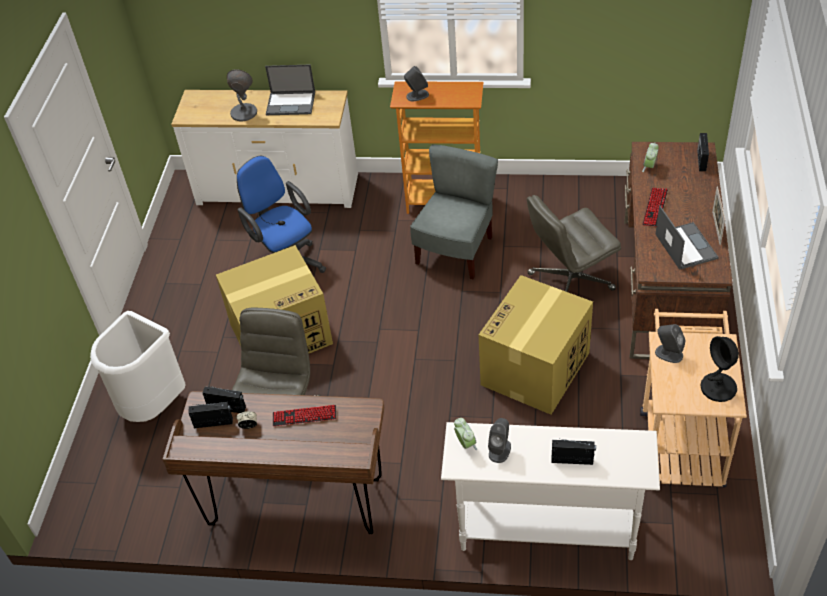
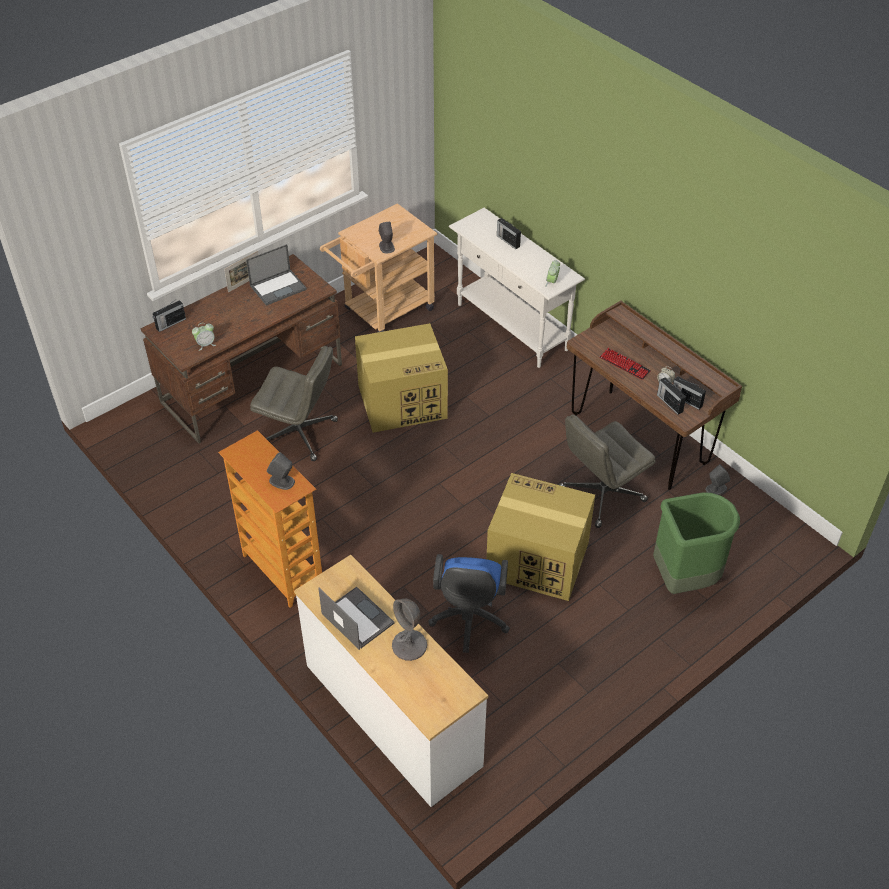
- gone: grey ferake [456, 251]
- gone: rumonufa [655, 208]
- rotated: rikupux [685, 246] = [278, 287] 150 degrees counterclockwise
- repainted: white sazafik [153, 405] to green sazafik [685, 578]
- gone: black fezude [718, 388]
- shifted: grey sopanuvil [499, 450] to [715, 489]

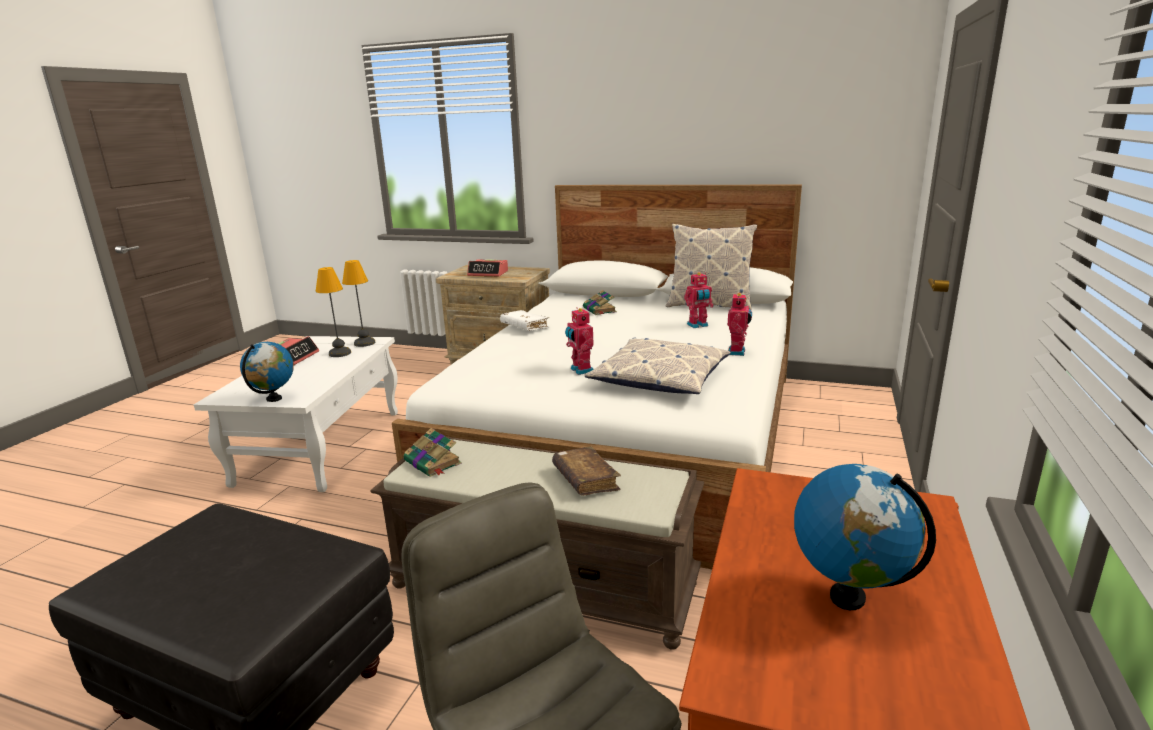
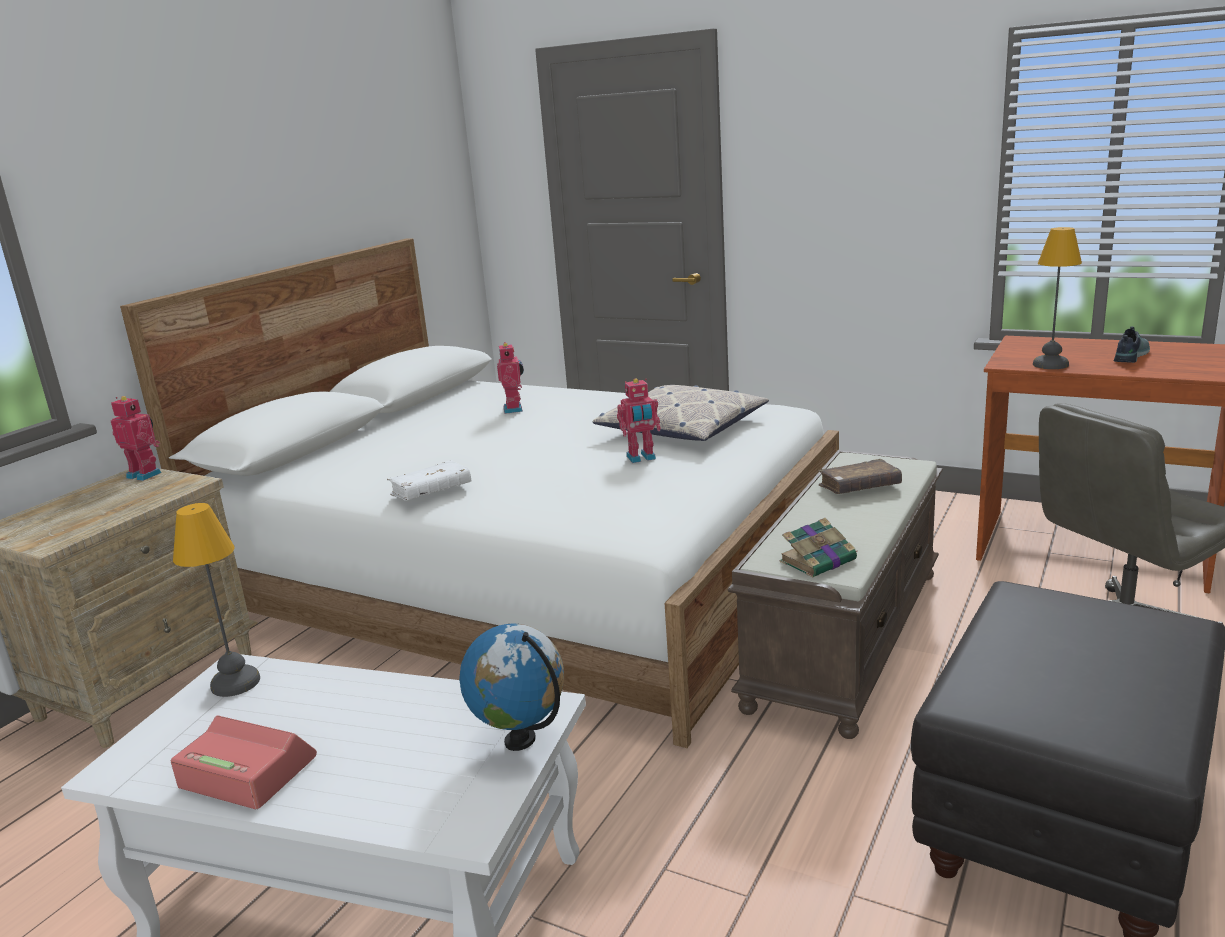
- gone: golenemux [709, 305]
- gone: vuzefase [488, 273]
- shifted: fezude [340, 353] to [1049, 364]
- gone: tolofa [600, 310]
- shifted: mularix [738, 352] to [146, 474]
- swapped: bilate [848, 597] to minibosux [1129, 356]

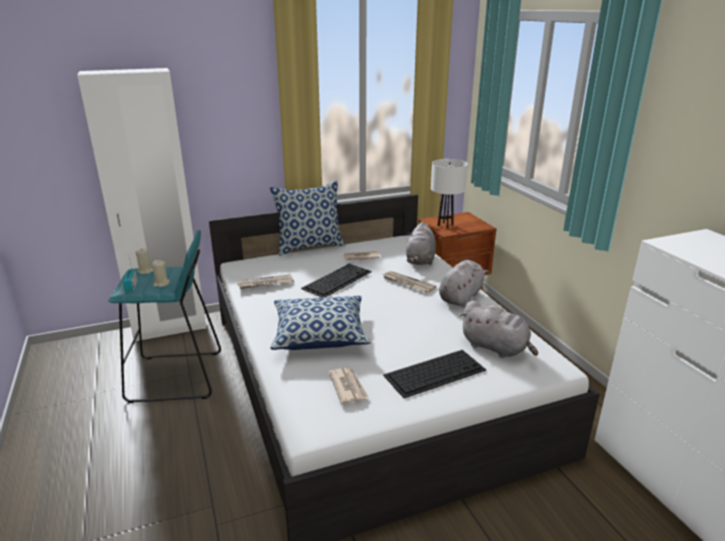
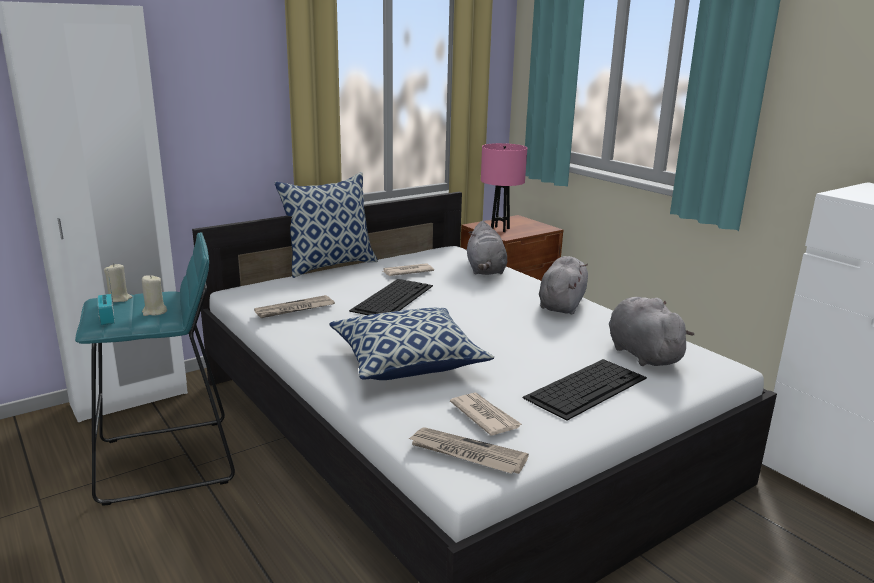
- repainted: white fezude [445, 225] to pink fezude [500, 229]
- shifted: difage [407, 283] to [466, 454]
- rotated: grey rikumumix [496, 348] = [641, 354] 135 degrees counterclockwise

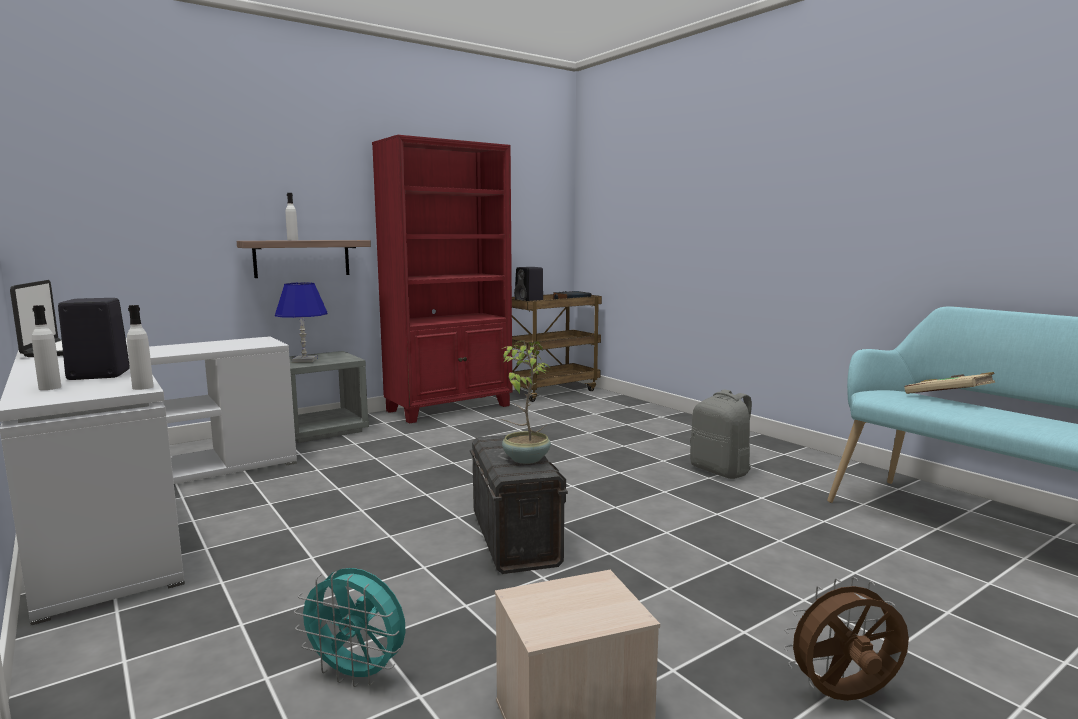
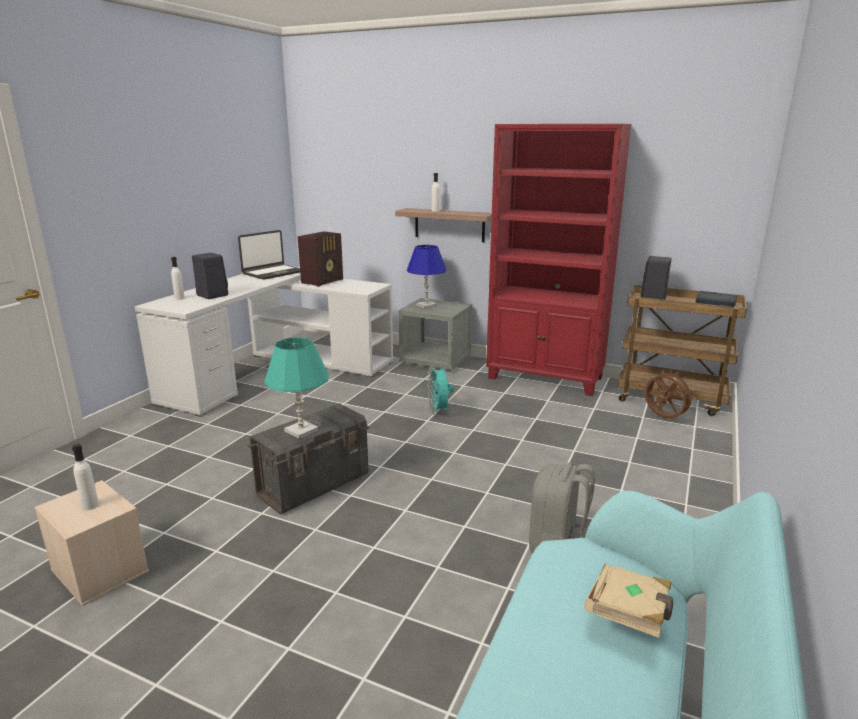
- shifted: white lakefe [143, 387] to [90, 505]
- swapped: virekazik [525, 459] to turquoise fezude [301, 431]
- shifted: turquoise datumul [357, 674] to [439, 411]
- shifted: brown datumul [845, 698] to [663, 418]
- new: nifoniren [323, 281]

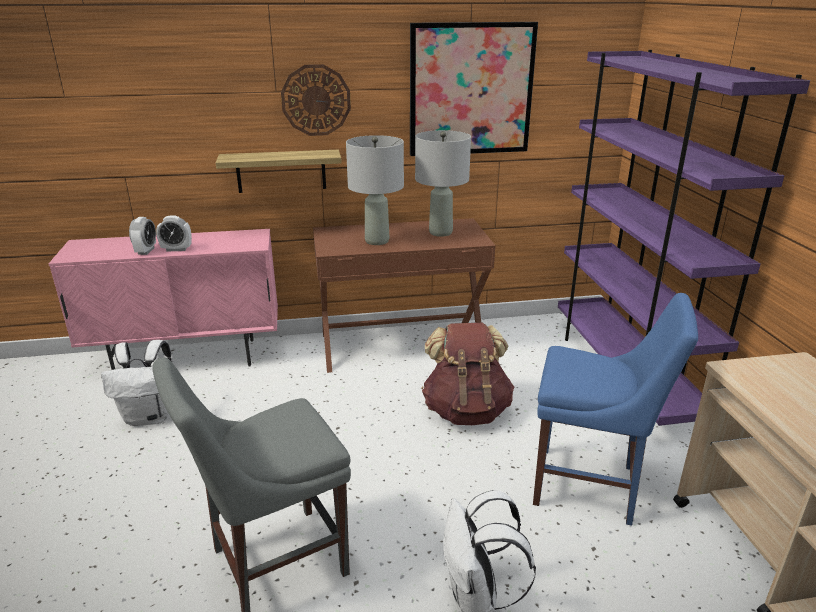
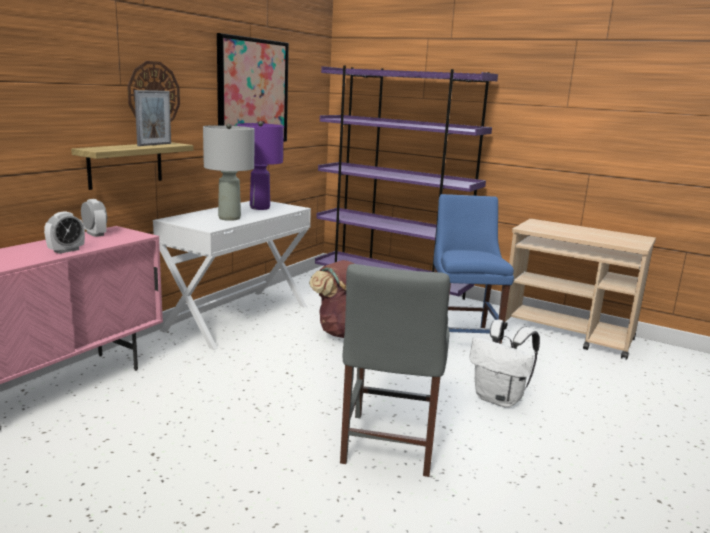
- repainted: grey fezude [441, 232] to purple fezude [260, 208]
- shifted: vuzefase [146, 251] to [95, 234]
- repainted: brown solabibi [401, 345] to white solabibi [237, 317]
- rotated: blue ferake [590, 486] = [462, 338] 60 degrees counterclockwise
- gone: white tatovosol [151, 416]
- new: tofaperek [154, 144]

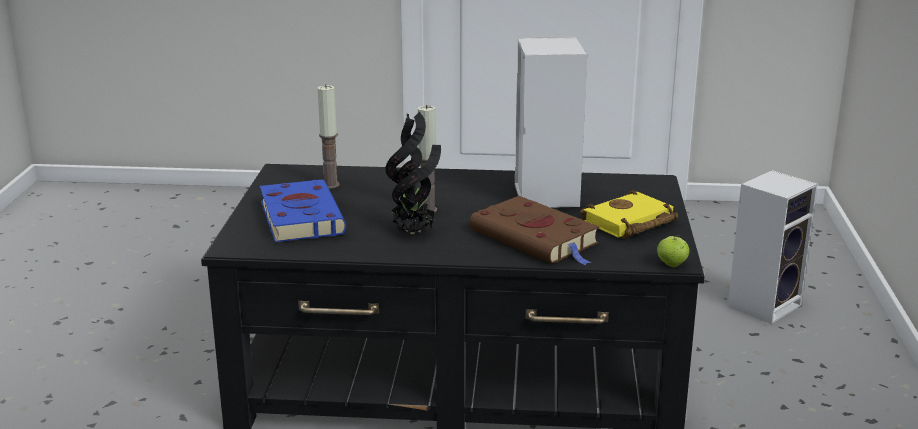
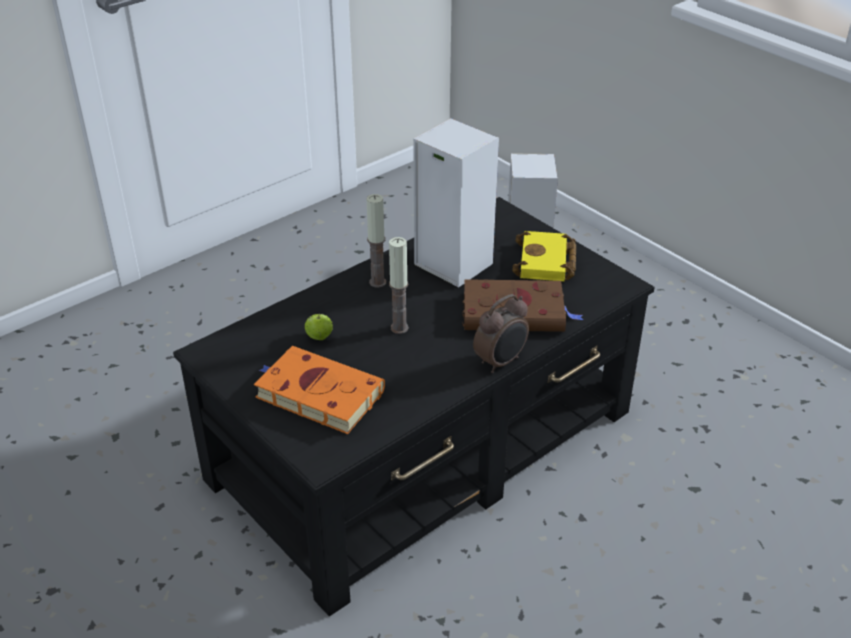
- shifted: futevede [330, 185] to [377, 282]
- gone: virekazik [414, 232]
- repainted: blue tolofa [300, 216] to orange tolofa [316, 394]
- shifted: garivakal [672, 265] to [319, 337]
- new: vuzefase [501, 362]

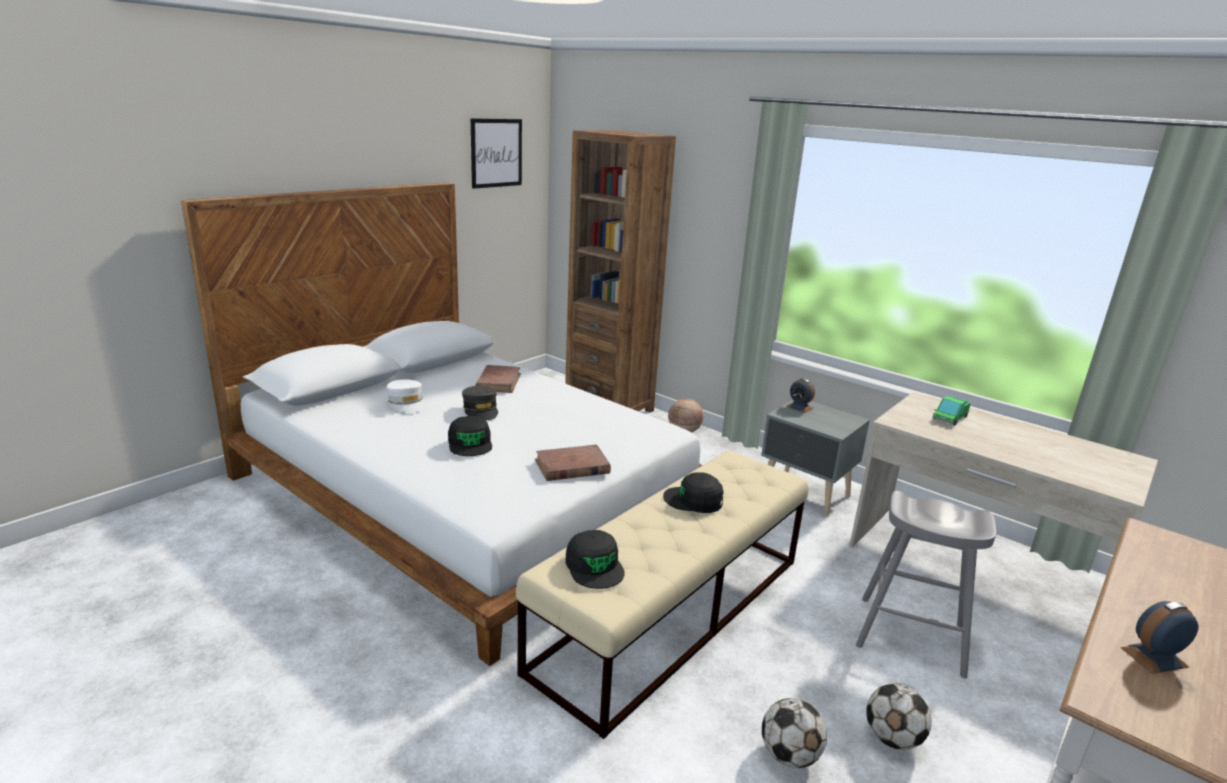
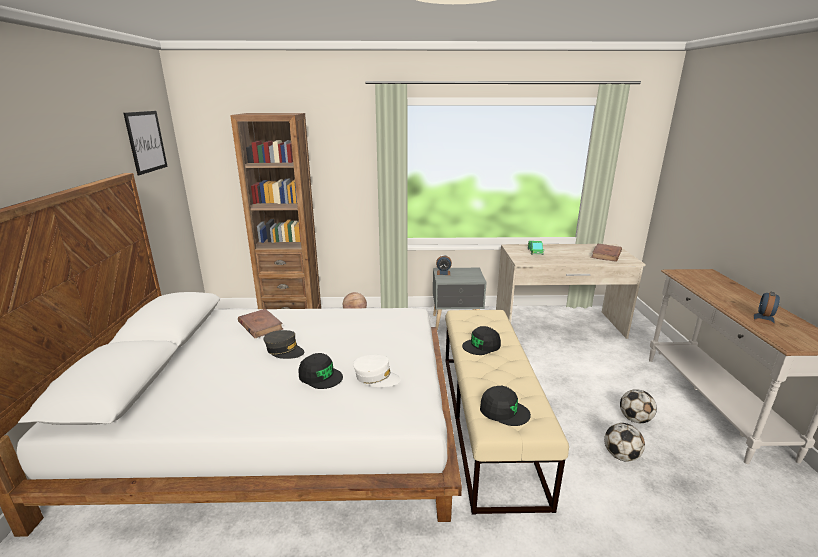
- shifted: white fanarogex [407, 403] to [376, 377]
- shifted: brown tolofa [572, 467] to [606, 255]
- gone: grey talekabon [911, 636]

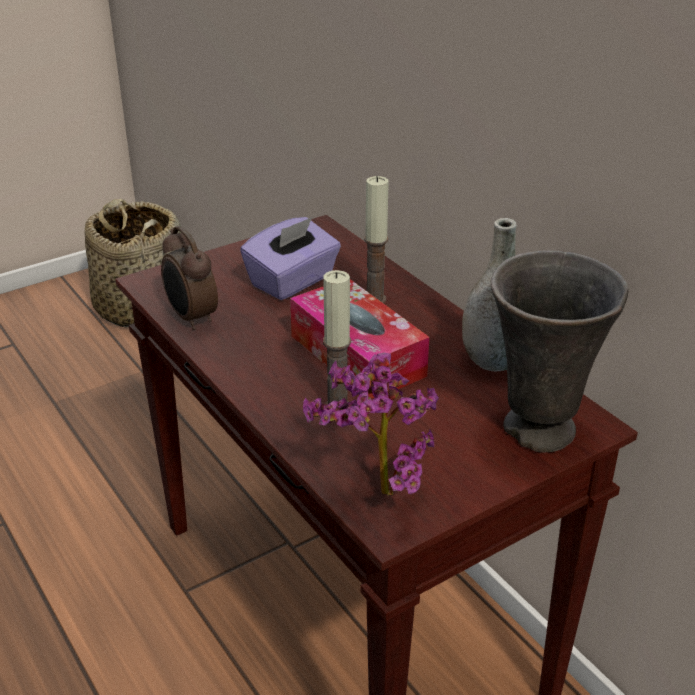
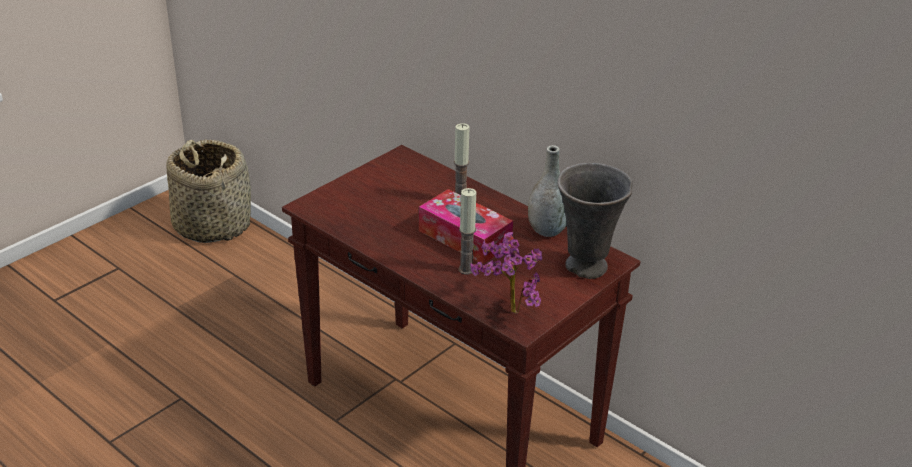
- gone: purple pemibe [293, 281]
- gone: vuzefase [191, 318]

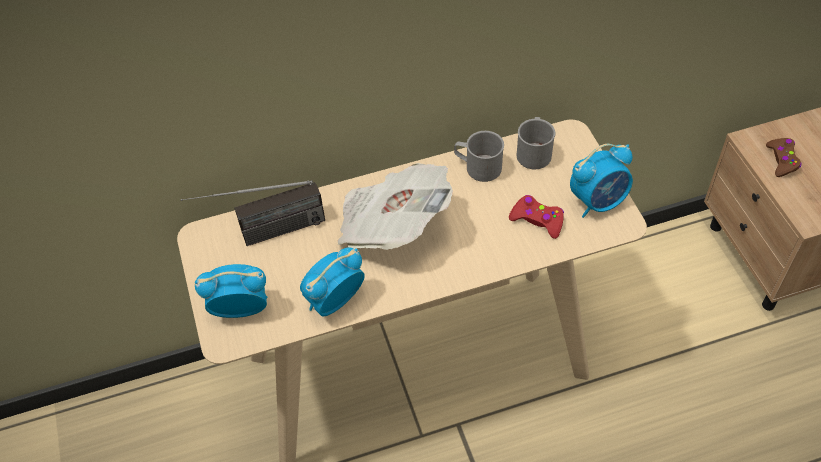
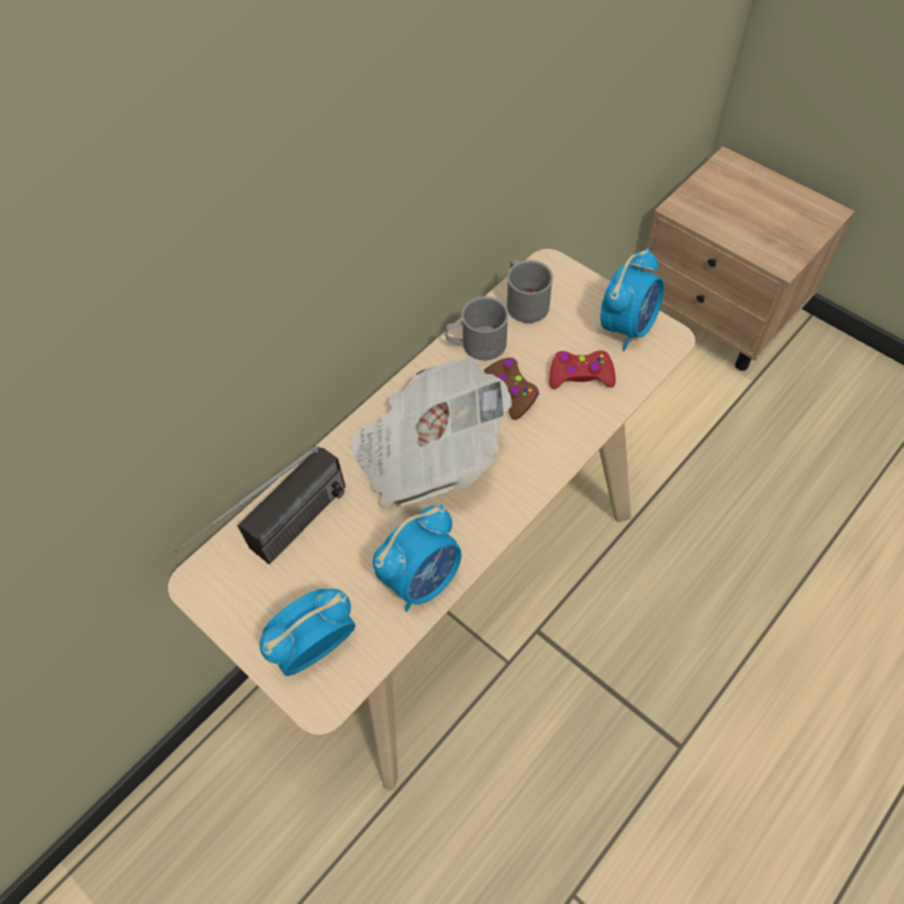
- shifted: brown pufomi [782, 160] to [511, 391]
- rotated: vuzefase [334, 301] = [422, 579] 150 degrees counterclockwise

